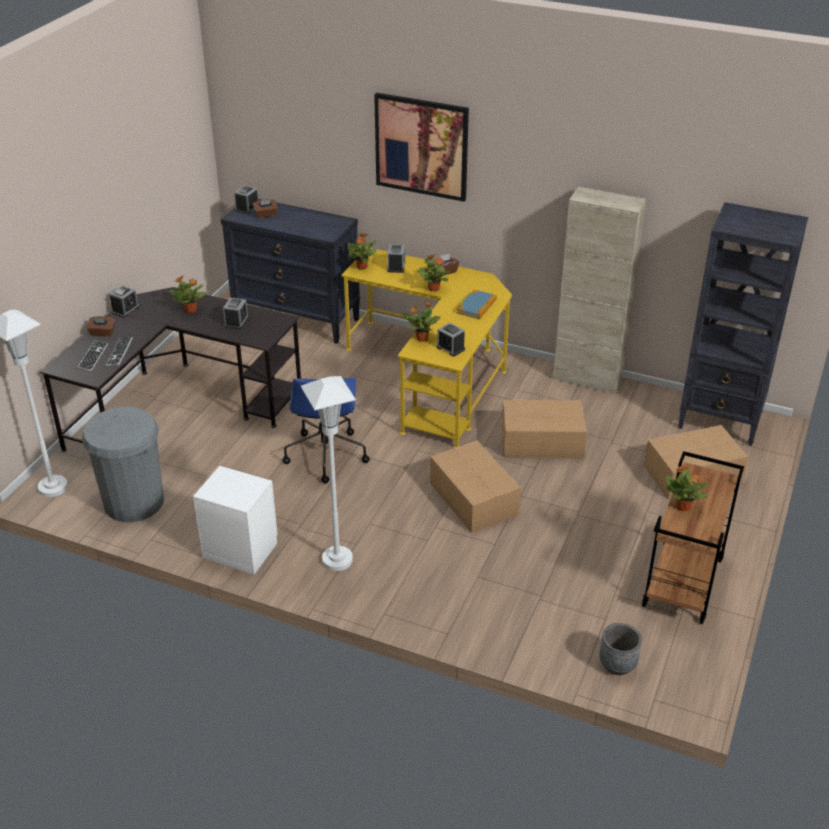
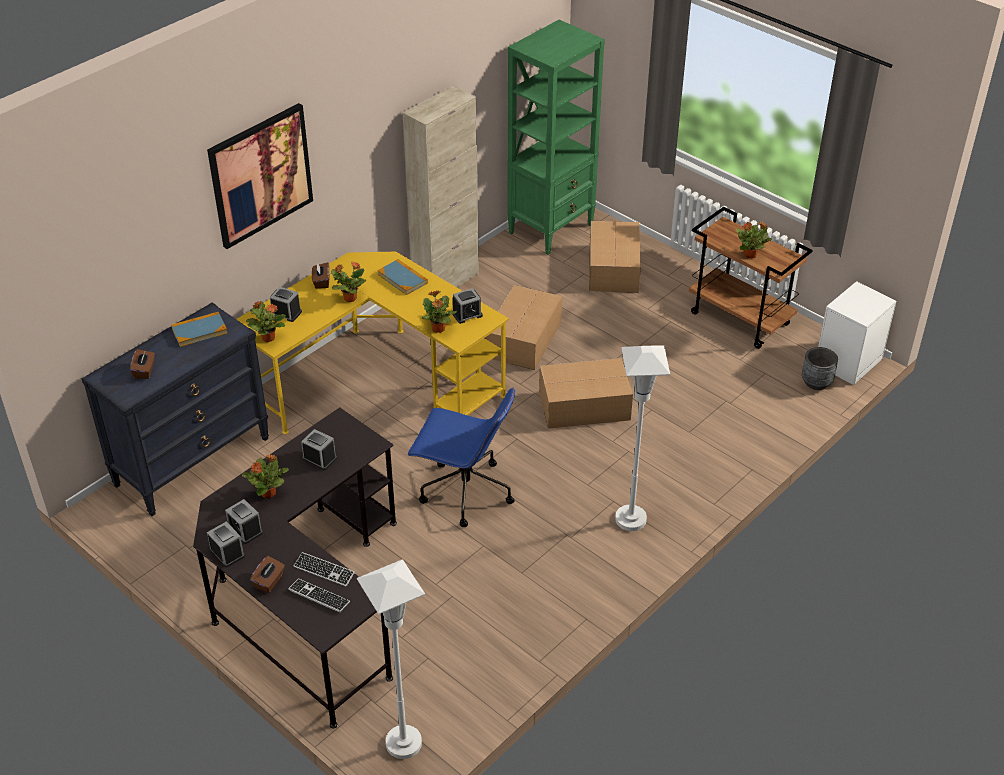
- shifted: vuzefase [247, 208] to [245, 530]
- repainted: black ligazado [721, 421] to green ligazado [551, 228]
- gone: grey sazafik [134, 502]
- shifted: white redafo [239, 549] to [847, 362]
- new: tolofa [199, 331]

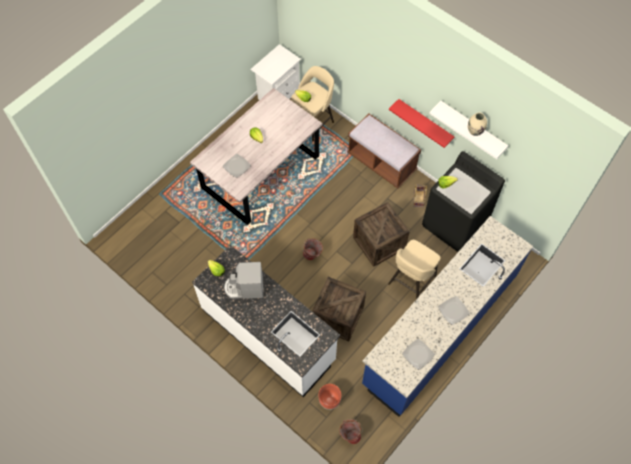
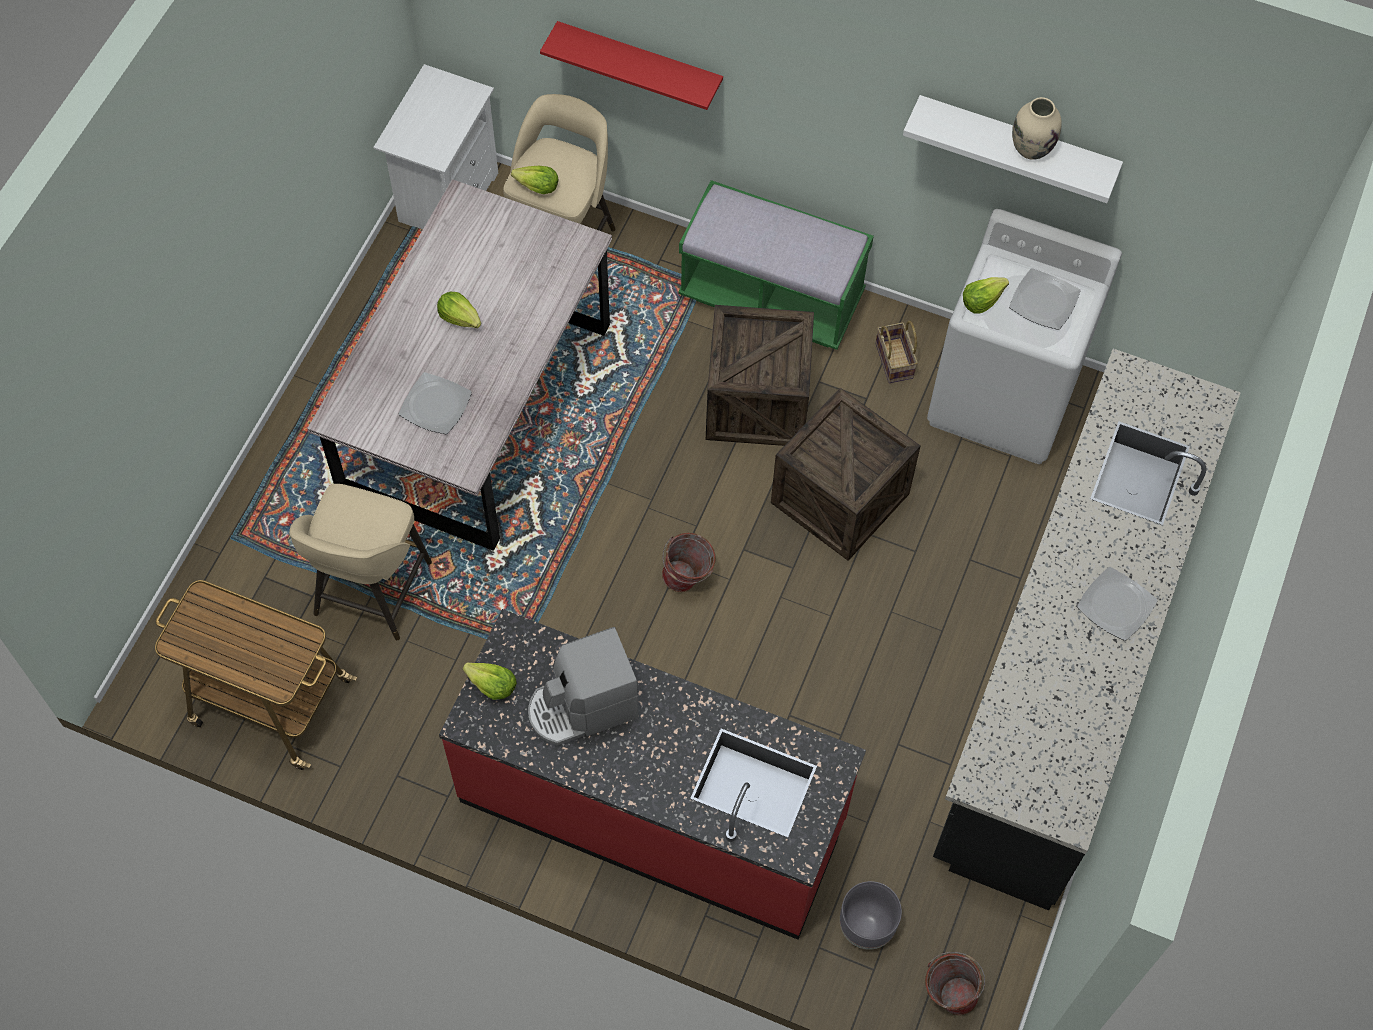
- shifted: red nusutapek [425, 122] to [639, 64]
- repainted: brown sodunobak [381, 162] to green sodunobak [771, 296]
- repainted: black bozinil [455, 224] to white bozinil [1004, 397]
- repainted: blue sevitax [439, 329] to black sevitax [1064, 664]
- shifted: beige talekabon [411, 281] to [371, 592]
- repainted: white sevitax [269, 334] to red sevitax [653, 810]
- shifted: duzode [338, 316] to [757, 401]
- shifted: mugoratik [418, 355] to [1044, 302]
- repainted: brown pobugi [329, 401] to grey pobugi [866, 927]
- new: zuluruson [268, 700]

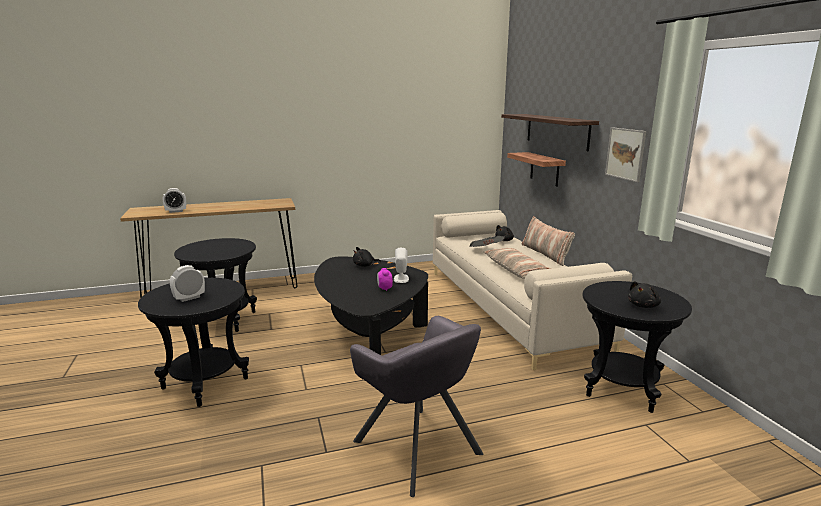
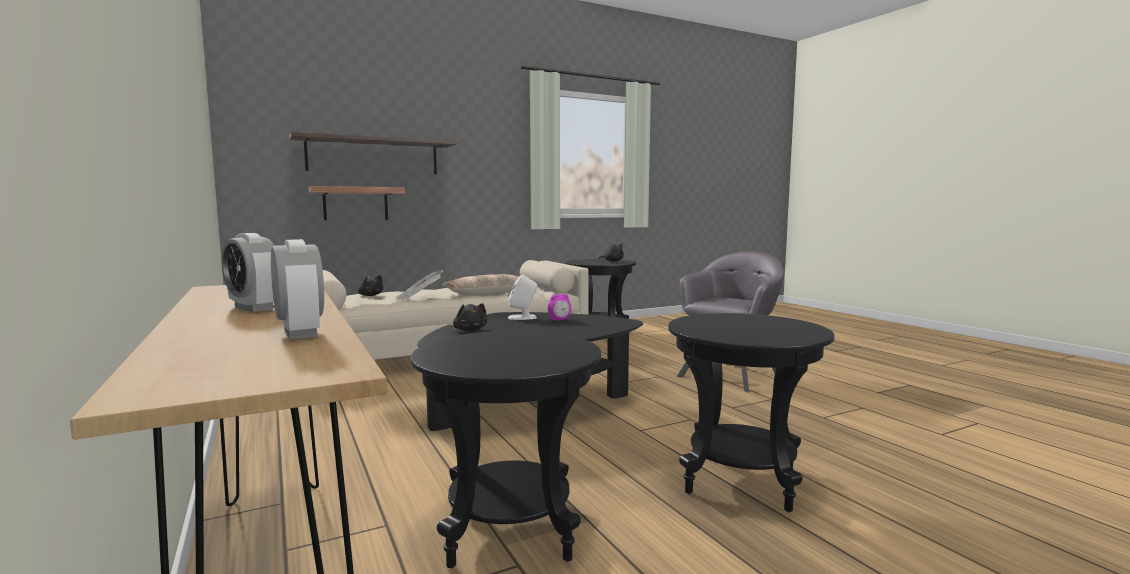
- gone: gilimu [625, 154]
- gone: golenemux [545, 254]
- shifted: vuzefase [189, 298] to [254, 308]

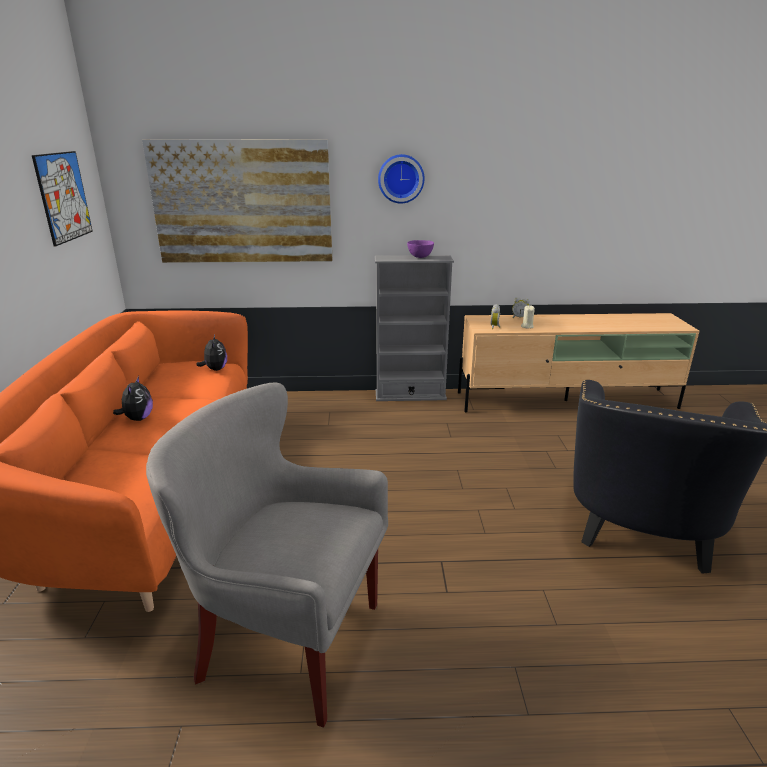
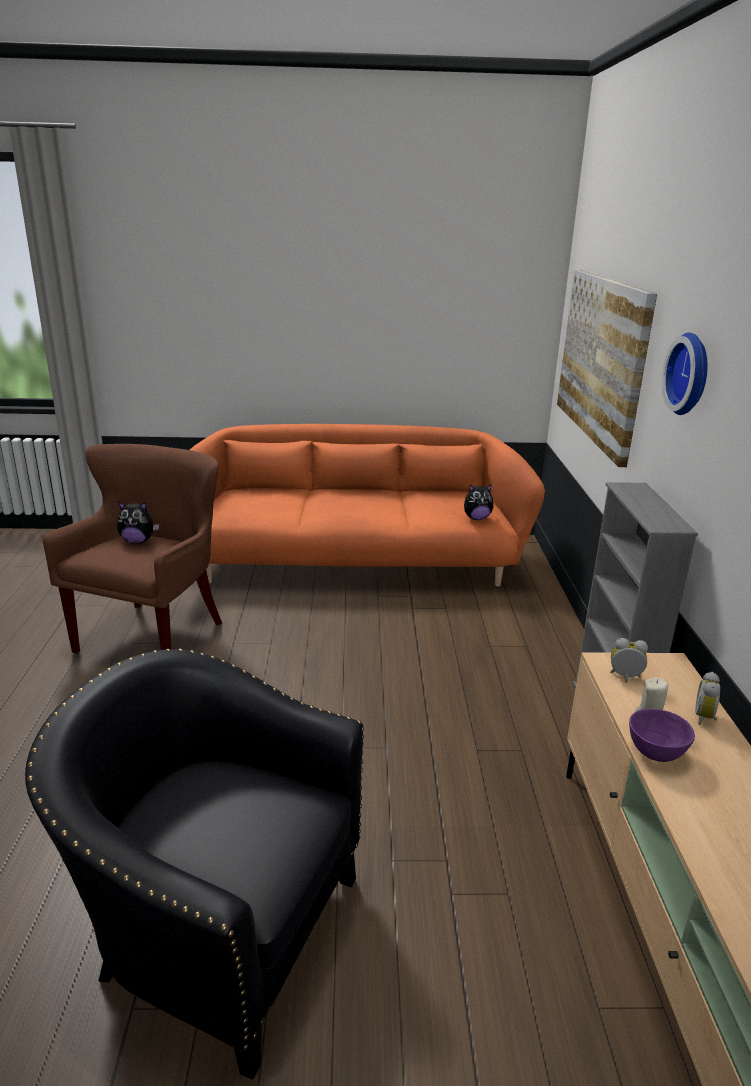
- gone: gilimu [63, 197]
- shifted: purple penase [420, 257] to [654, 753]
- shifted: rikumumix [138, 418] to [138, 541]
- repainted: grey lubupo [287, 640] to brown lubupo [154, 636]

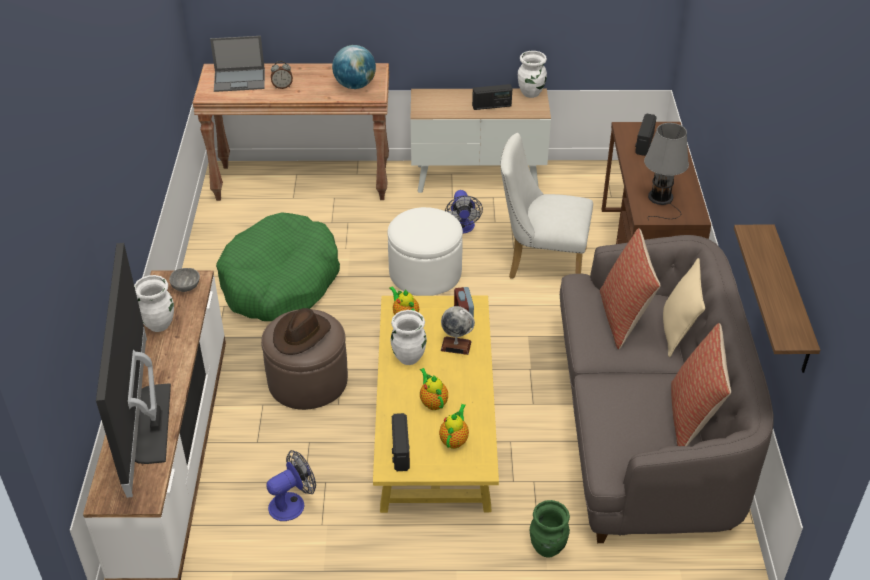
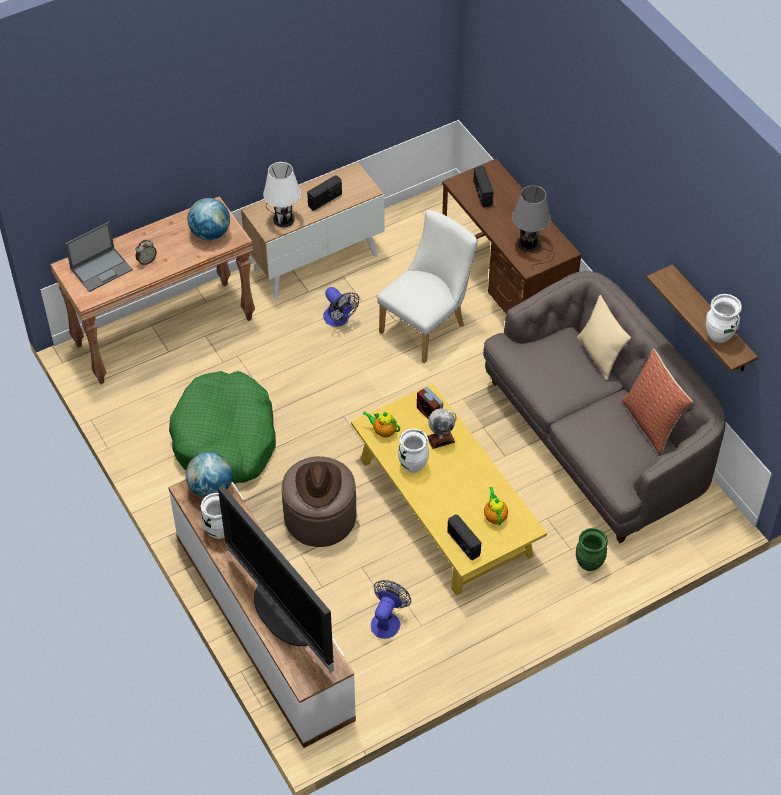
- shifted: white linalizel [531, 93] to [719, 335]
- rotated: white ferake [541, 263] = [427, 326] 150 degrees clockwise
- gone: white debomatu [425, 272]
- gone: golenemux [623, 318]
- swapped: grey penase [186, 286] to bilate [210, 488]
- gone: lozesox [433, 402]
- new: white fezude [283, 217]

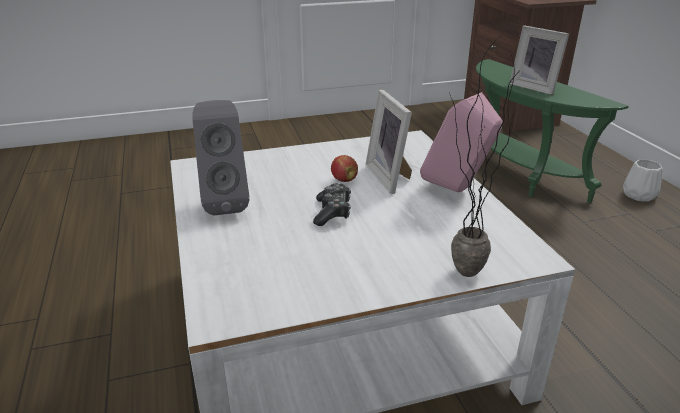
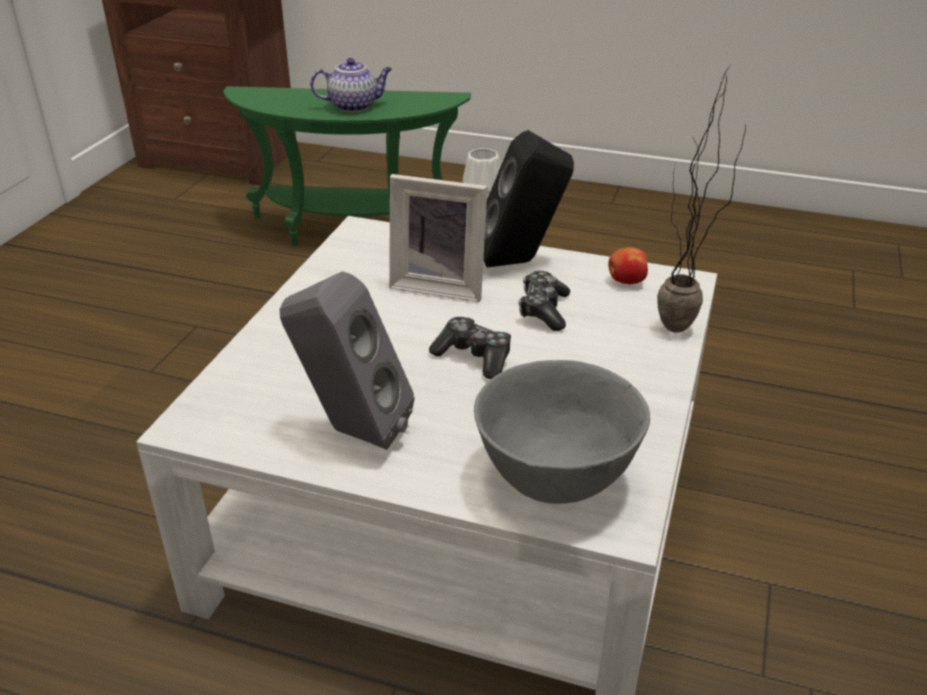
- swapped: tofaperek [535, 87] to lozesox [354, 106]
- repainted: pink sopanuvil [457, 191] to black sopanuvil [521, 262]
- shifted: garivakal [343, 180] to [626, 281]
- new: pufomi [543, 310]
- new: grey penase [556, 478]

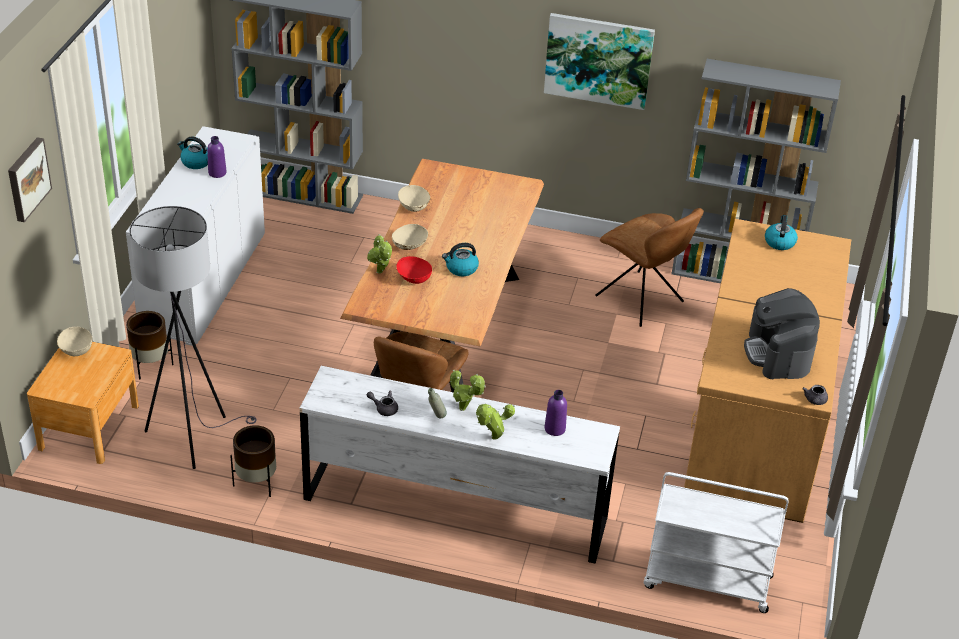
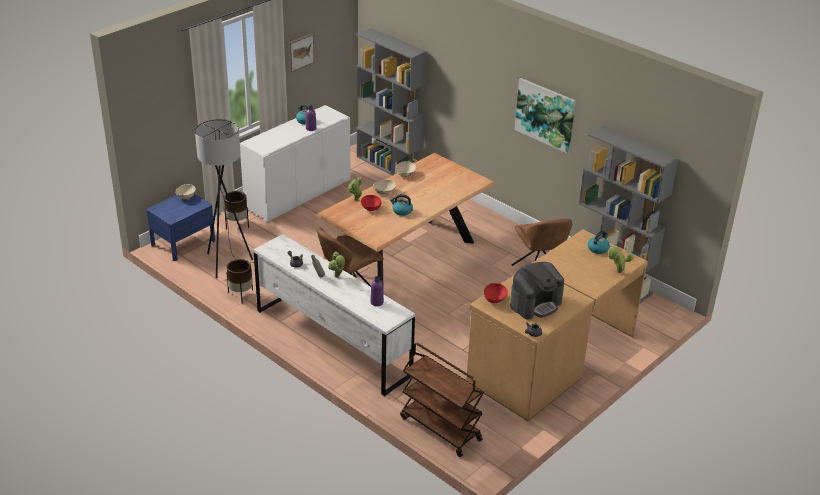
- shifted: gilimu [27, 179] to [300, 52]
- rotated: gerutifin [778, 353] = [535, 303] 150 degrees counterclockwise
- repainted: brown redafo [89, 427] to blue redafo [183, 242]
- shifted: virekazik [492, 438] to [617, 272]
- repainted: white zuluruson [706, 582] to brown zuluruson [439, 428]
- new: red penase [495, 299]

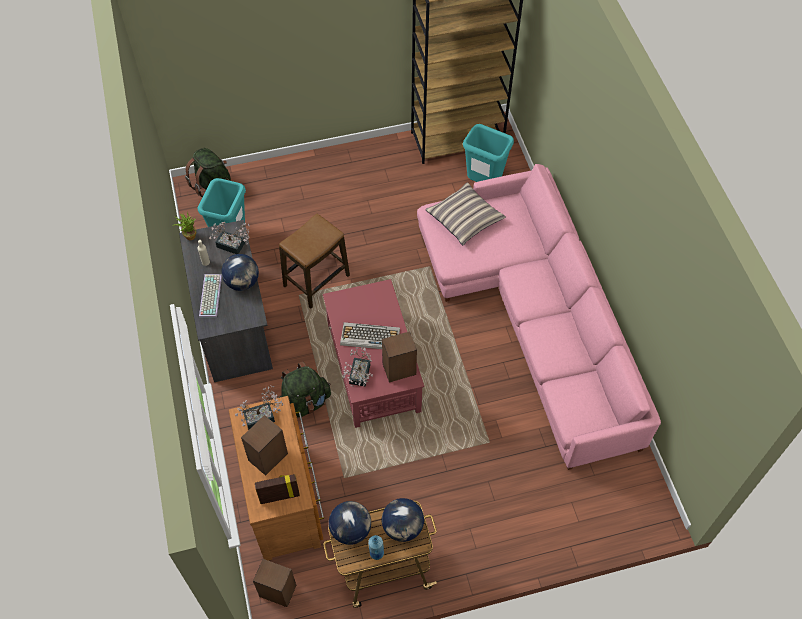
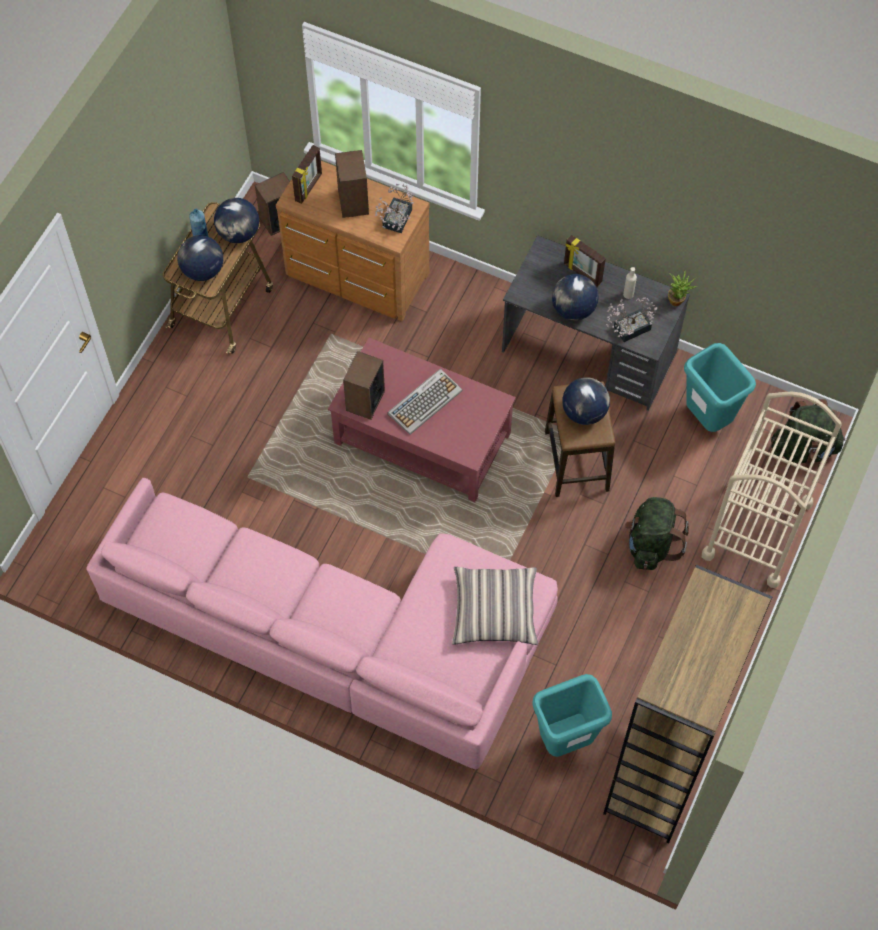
- swapped: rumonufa [209, 295] to tofaperek [582, 273]
- gone: virekazik [358, 377]
- shifted: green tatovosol [304, 403] to [651, 544]
- new: bilate [584, 412]
- new: beige zuluruson [757, 529]

